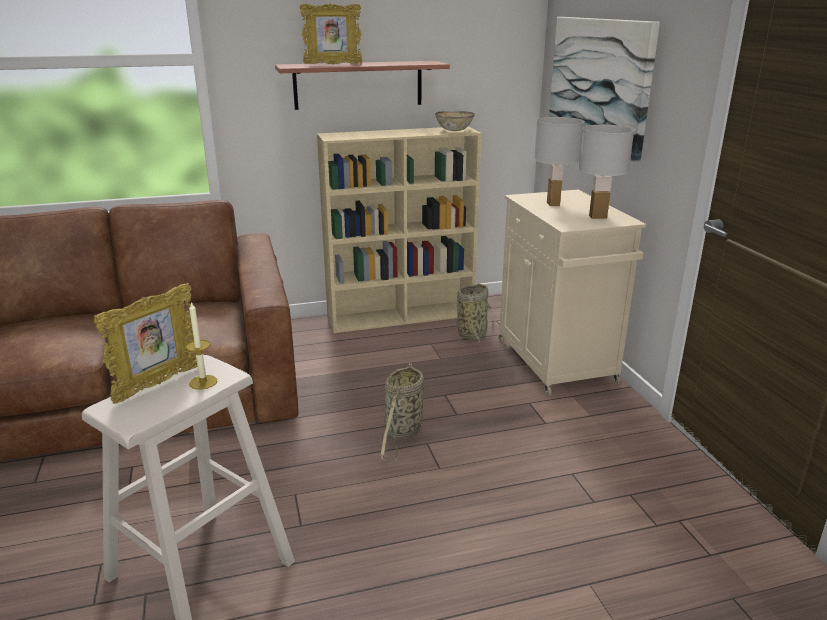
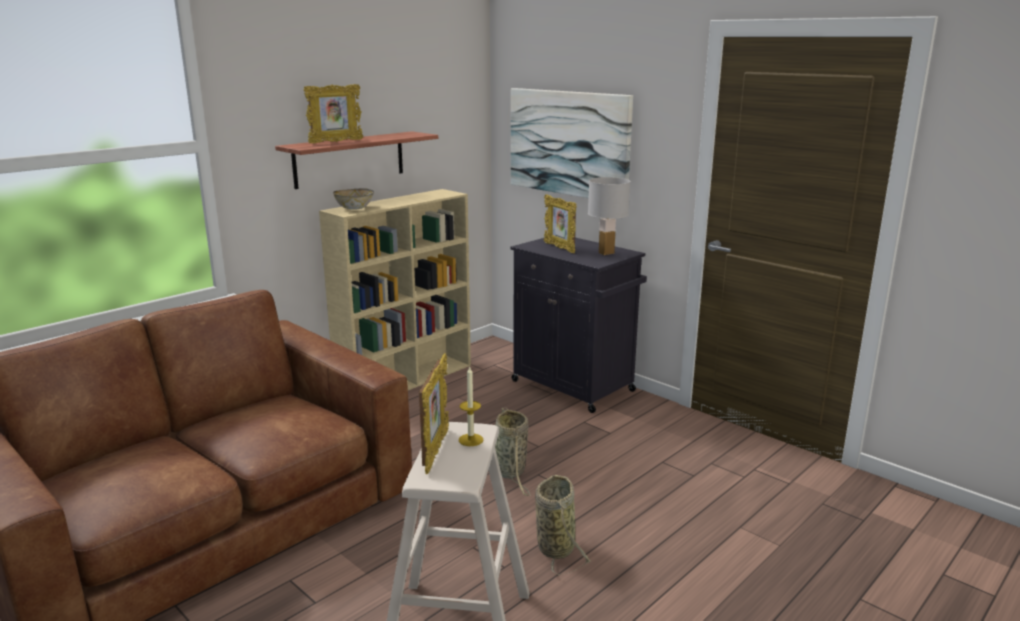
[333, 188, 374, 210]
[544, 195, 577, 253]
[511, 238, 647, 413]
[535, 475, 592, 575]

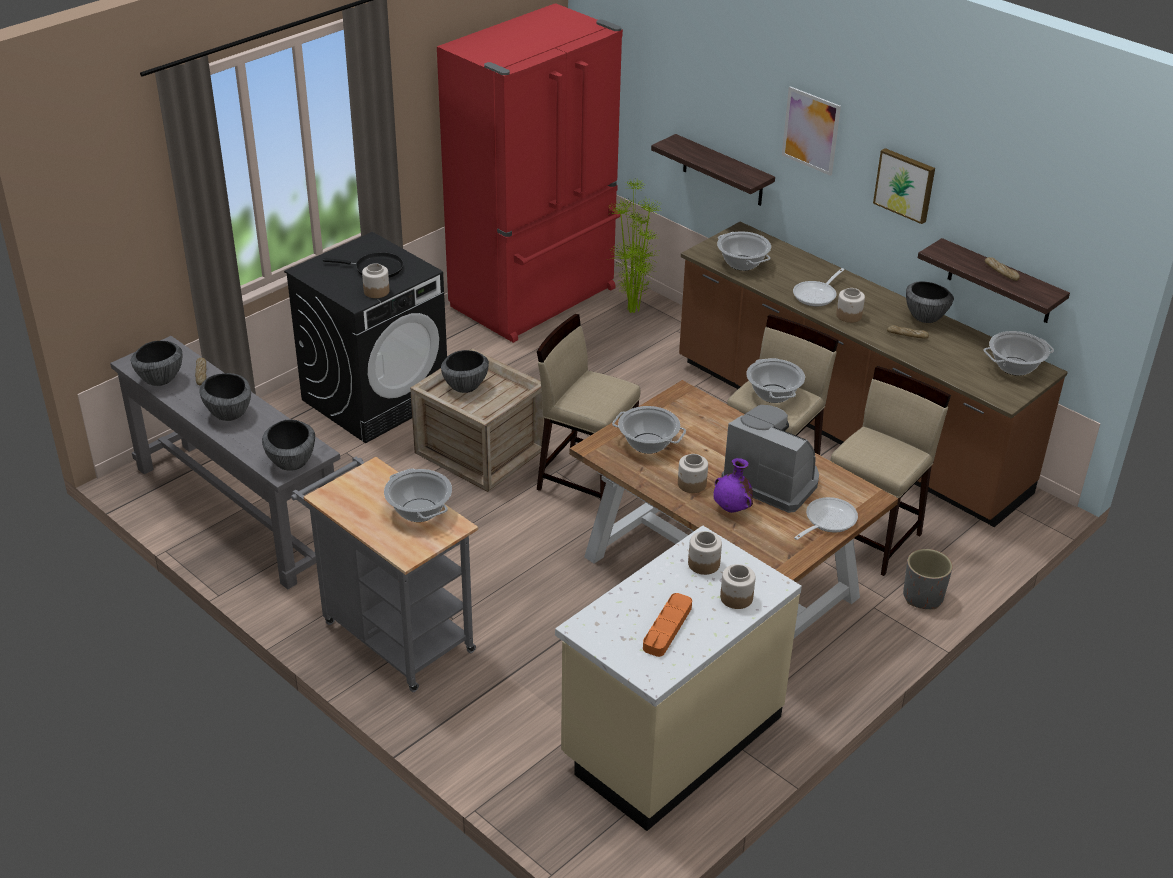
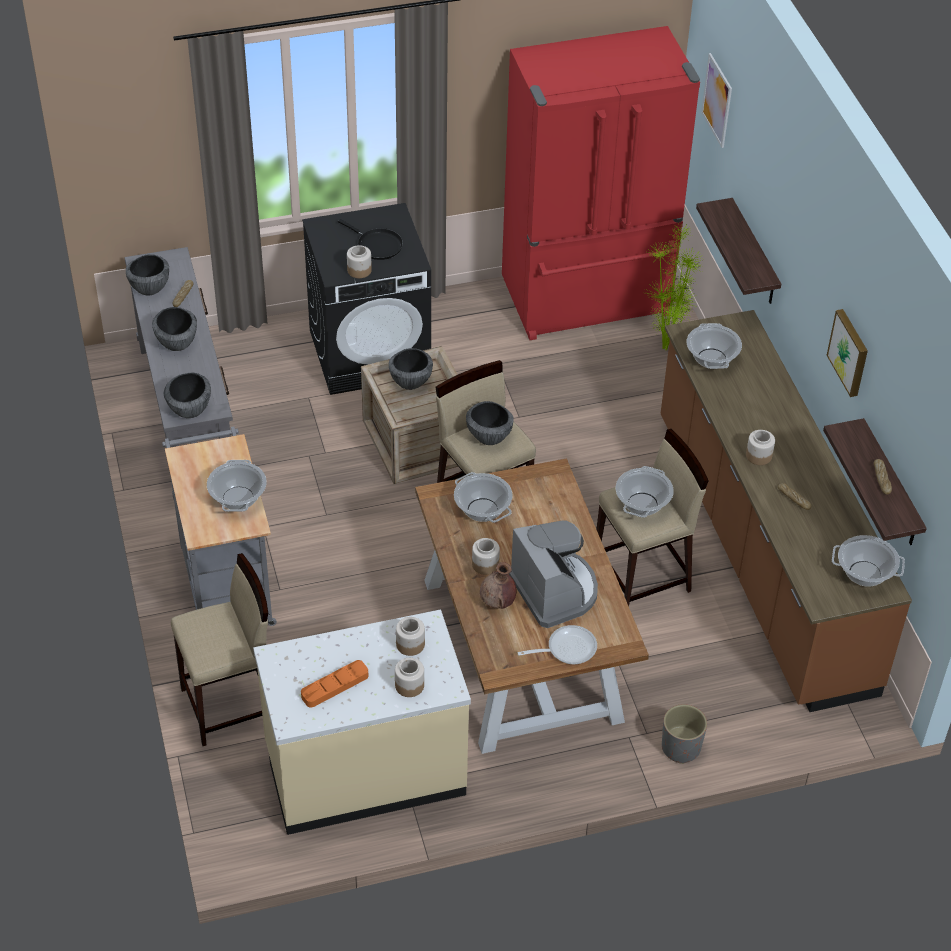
[701, 53, 732, 148]
[793, 268, 845, 306] (first image)
[466, 401, 514, 445]
[171, 553, 268, 746]
[480, 562, 516, 609]

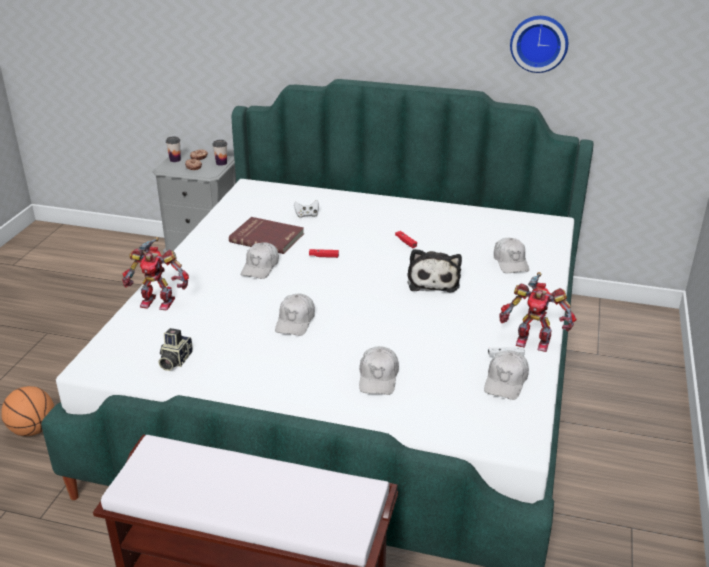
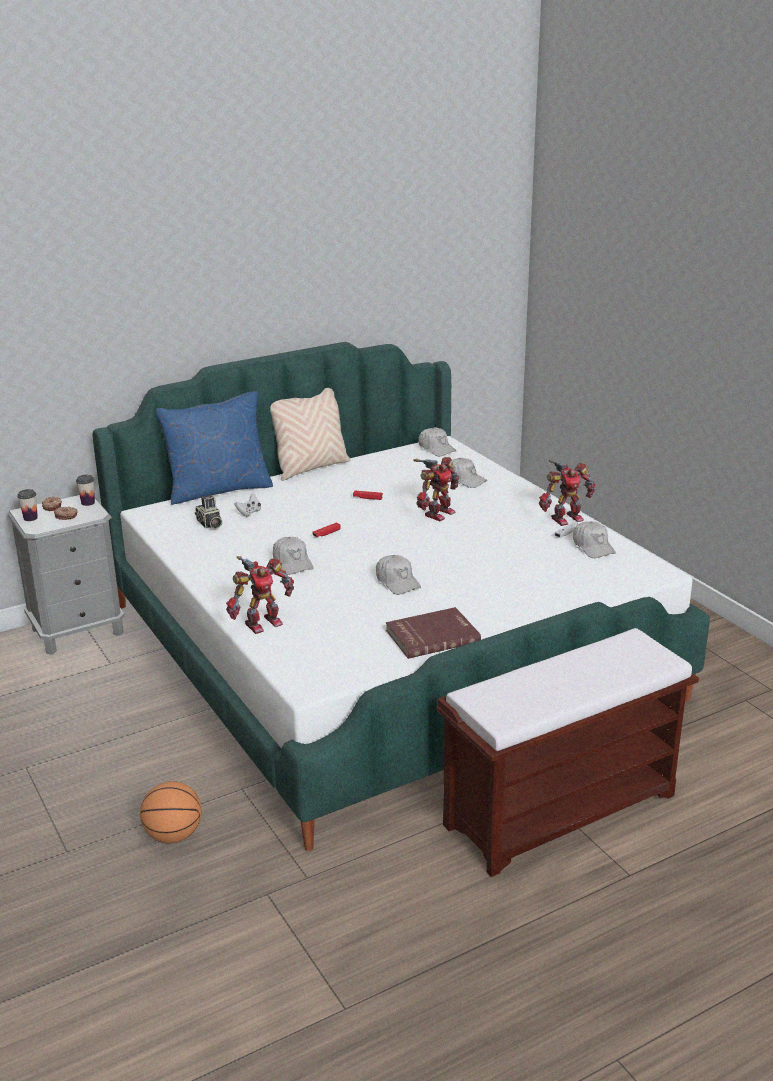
[510, 16, 568, 73] (first image)
[386, 607, 481, 659]
[414, 457, 460, 521]
[194, 495, 222, 529]
[418, 427, 456, 456]
[270, 388, 350, 481]
[156, 391, 273, 505]

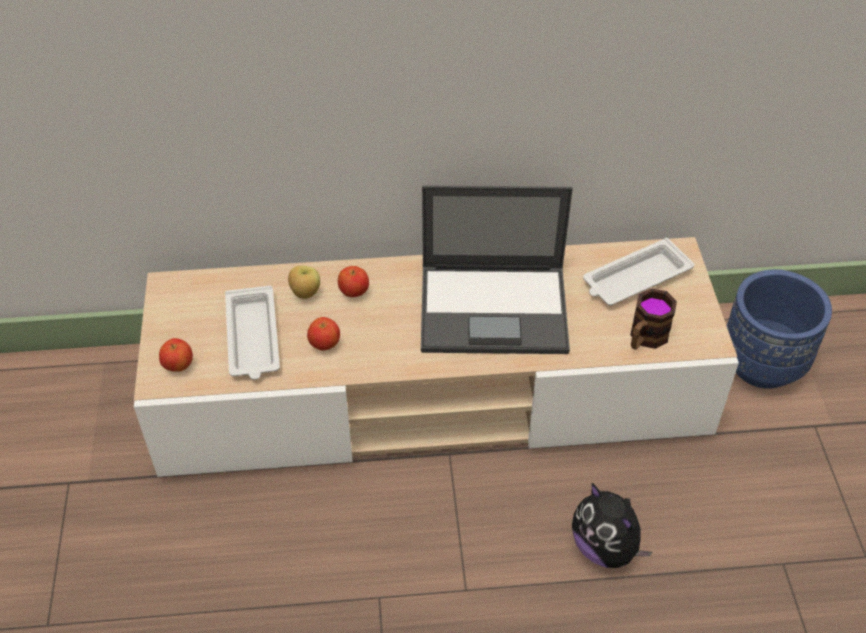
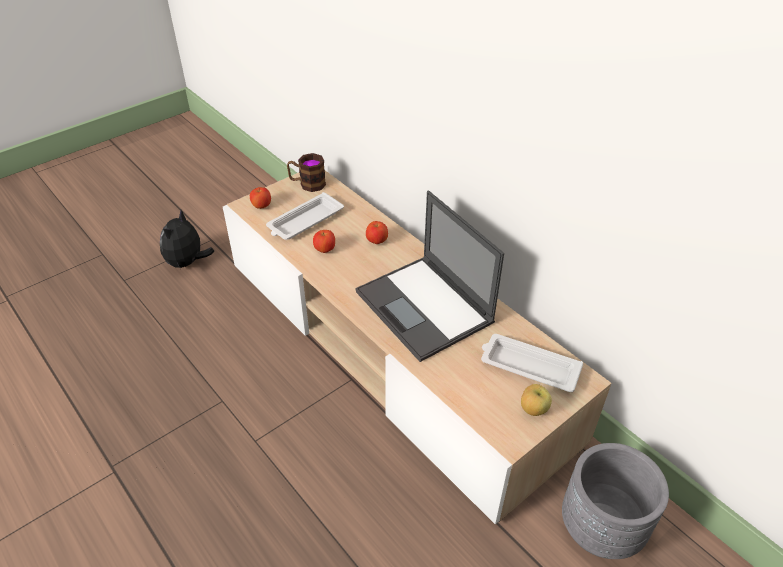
[521, 384, 552, 416]
[562, 443, 669, 559]
[287, 153, 326, 192]
[160, 210, 214, 268]

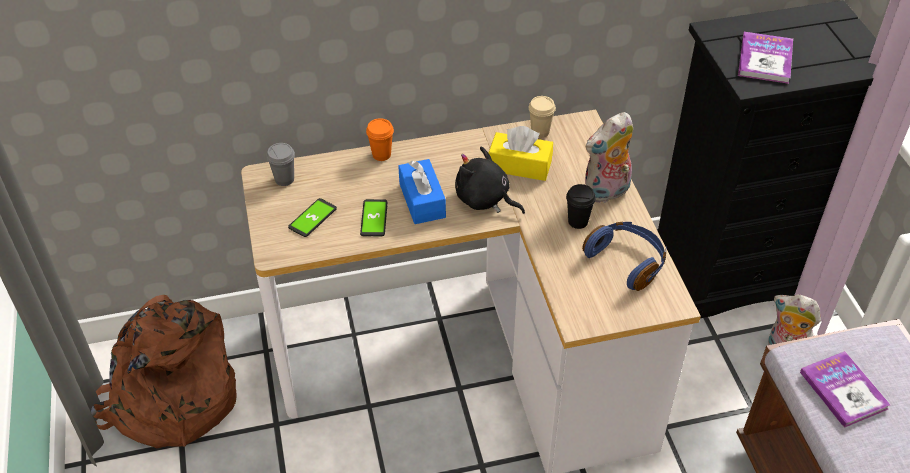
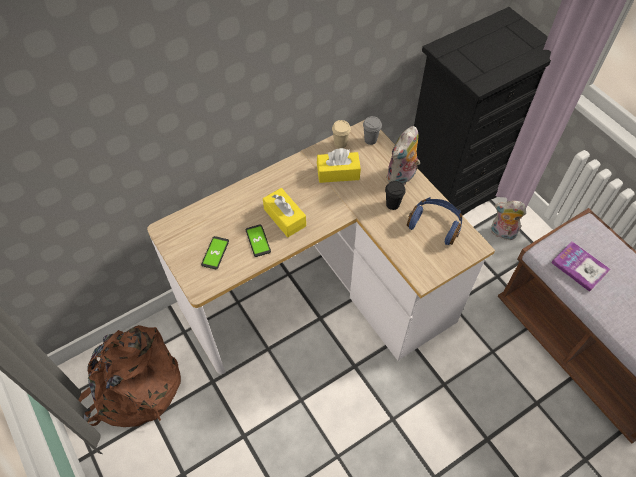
[738, 32, 793, 84] (first image)
[366, 118, 394, 161] (first image)
[363, 116, 382, 145]
[455, 147, 525, 214] (first image)
[263, 188, 306, 237]

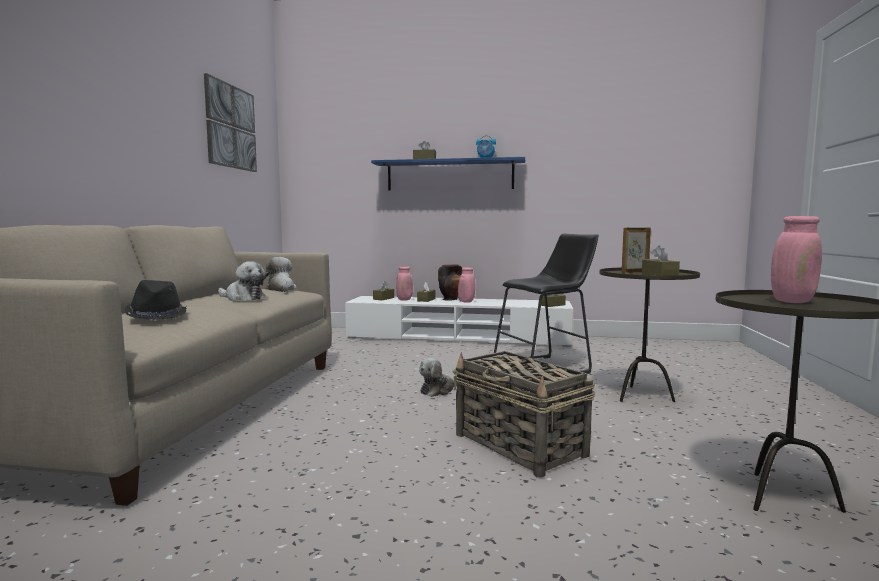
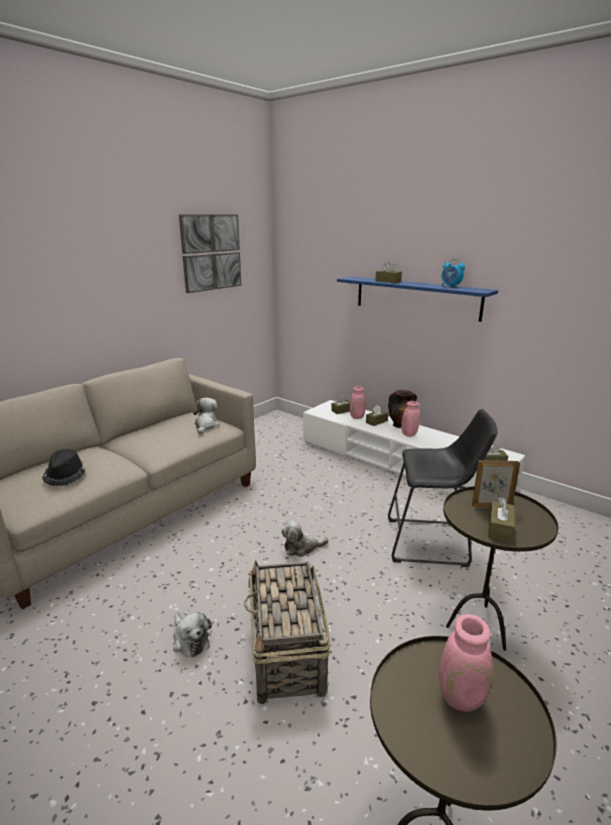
[173, 612, 212, 657]

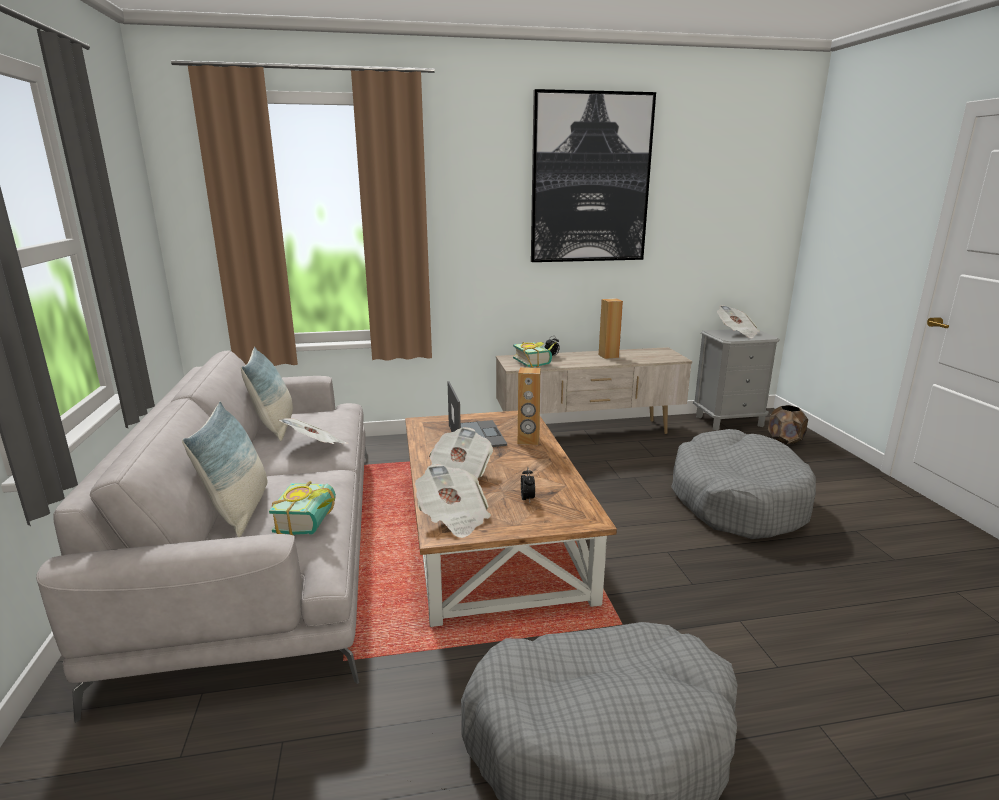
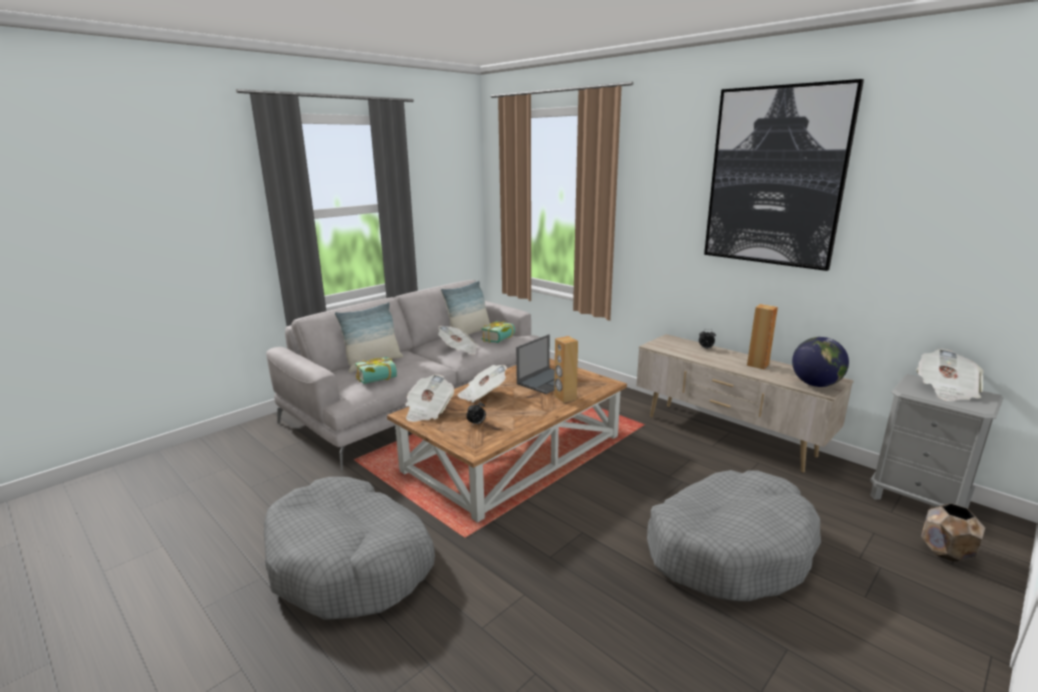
[481, 321, 515, 343]
[792, 337, 849, 387]

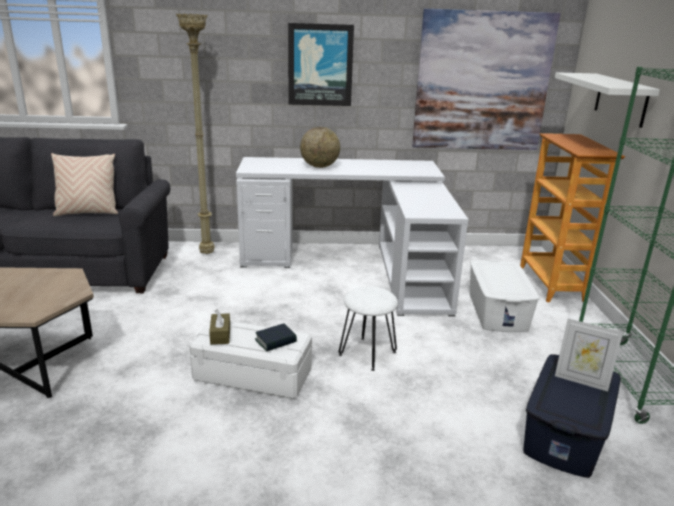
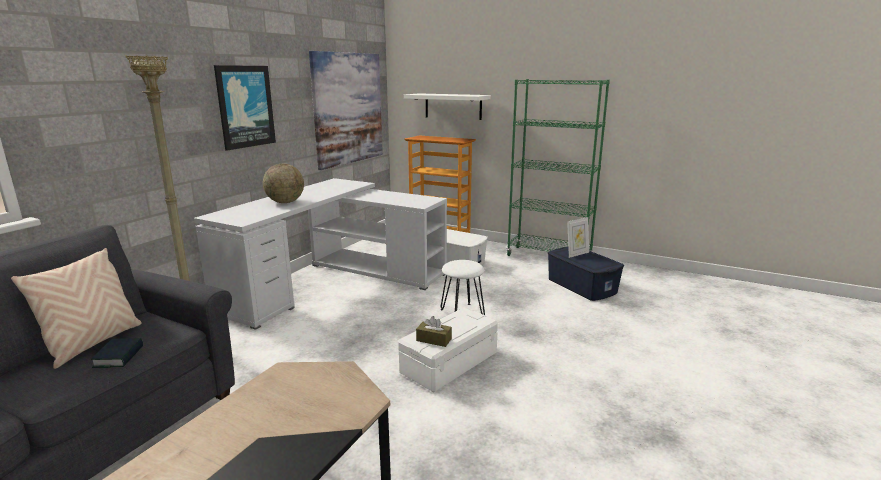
[91, 338, 143, 368]

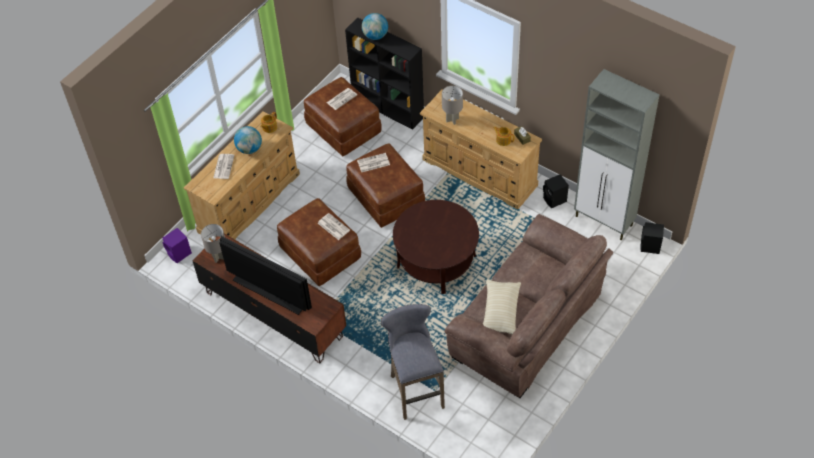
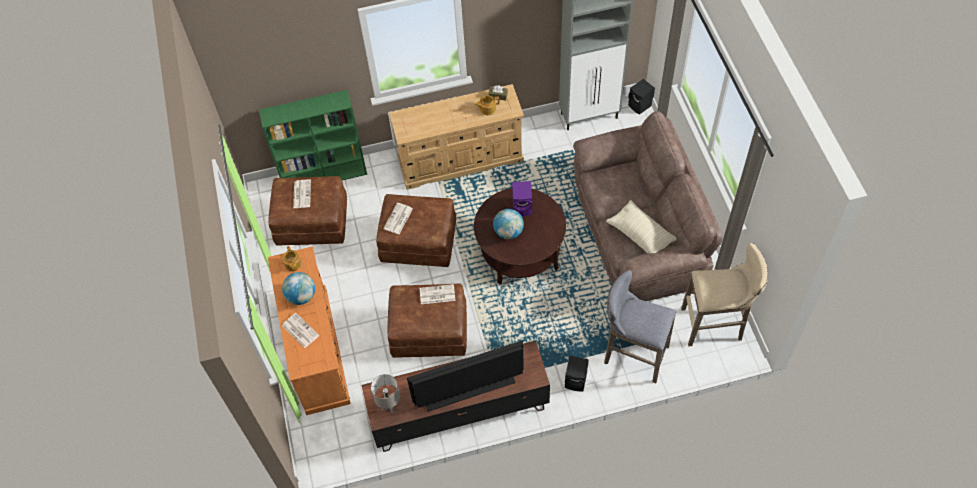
[493, 209, 524, 239]
[259, 90, 367, 180]
[442, 86, 463, 125] (first image)
[268, 246, 351, 415]
[565, 356, 589, 391]
[512, 181, 532, 216]
[681, 243, 768, 346]

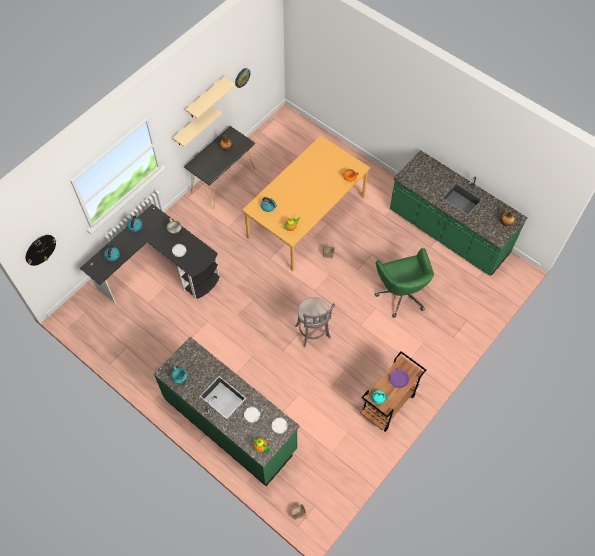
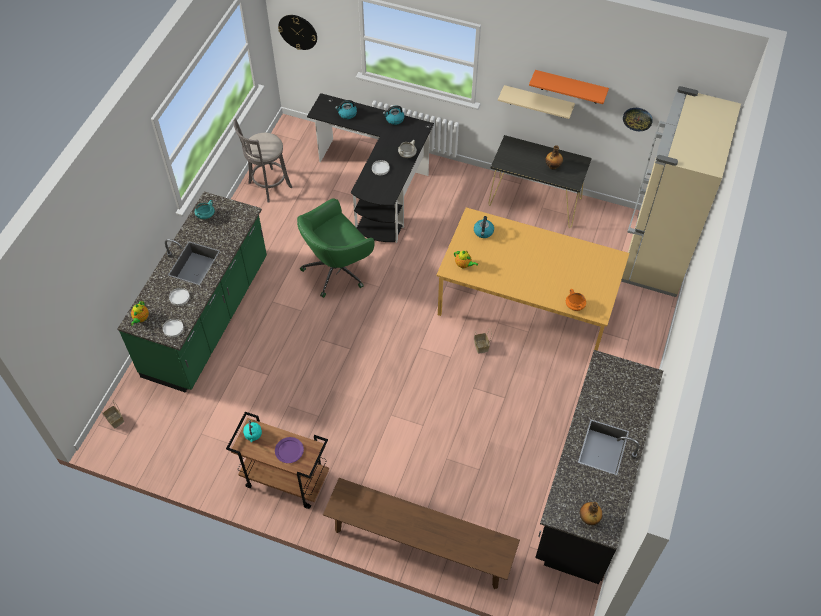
[529, 70, 609, 104]
[535, 350, 663, 584]
[297, 198, 375, 298]
[234, 119, 292, 203]
[621, 86, 741, 297]
[323, 478, 520, 589]

